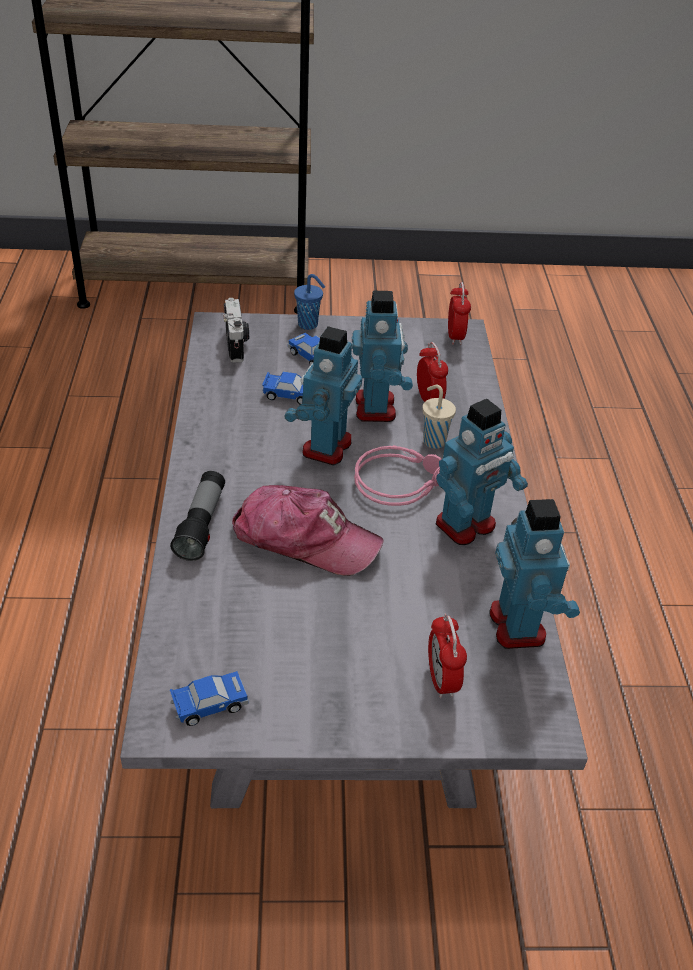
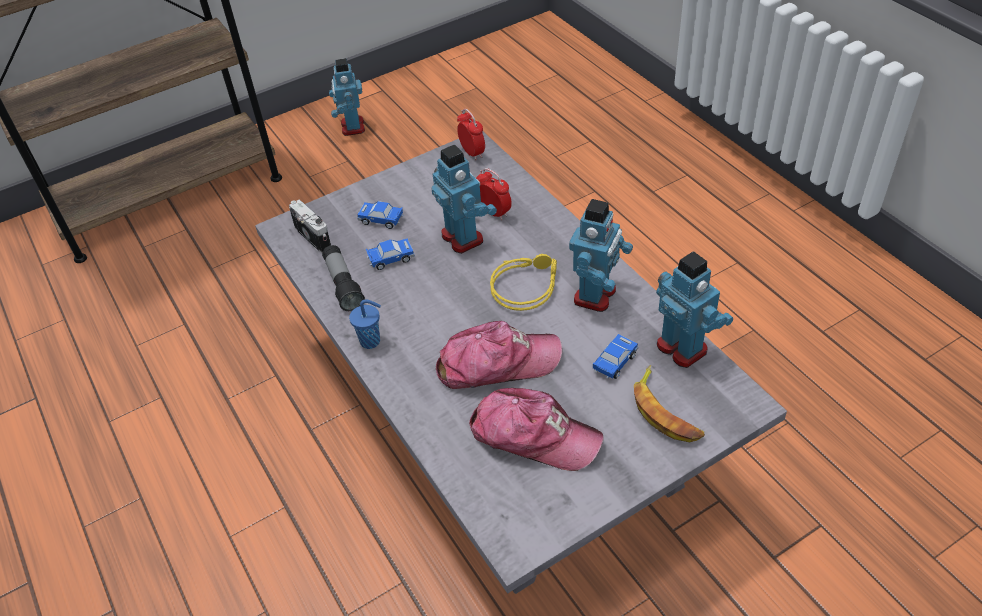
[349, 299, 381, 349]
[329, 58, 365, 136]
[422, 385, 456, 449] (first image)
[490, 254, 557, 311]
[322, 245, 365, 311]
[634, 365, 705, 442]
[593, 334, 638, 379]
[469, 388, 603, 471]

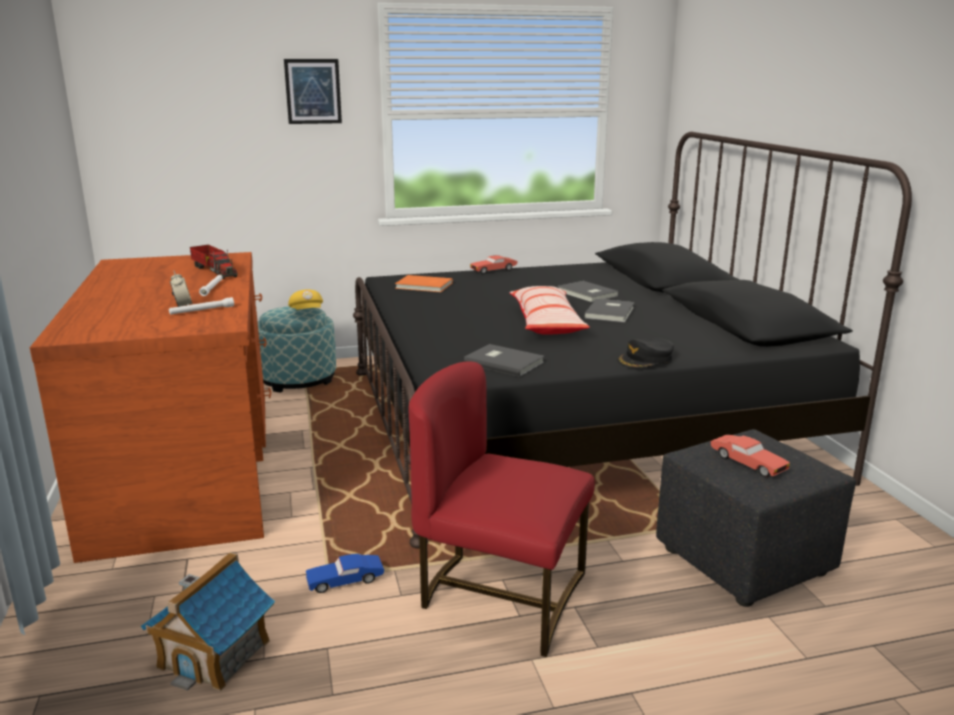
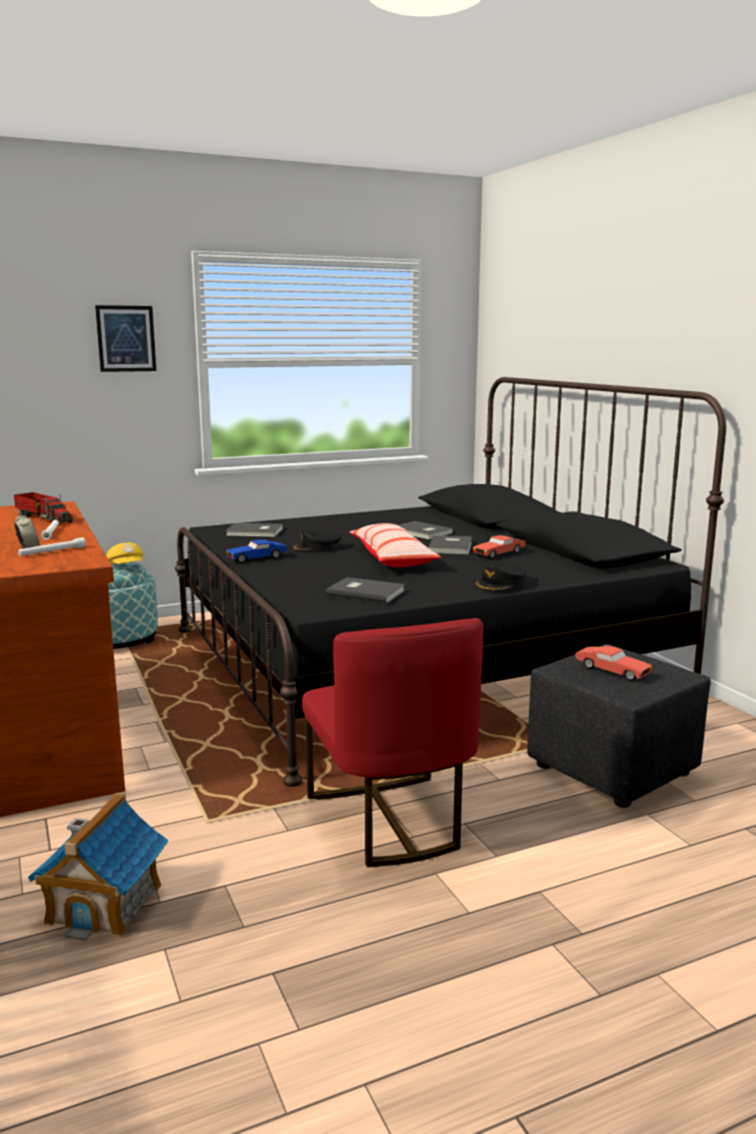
[473, 535, 526, 559]
[226, 523, 283, 537]
[302, 618, 483, 867]
[226, 539, 288, 563]
[291, 529, 342, 551]

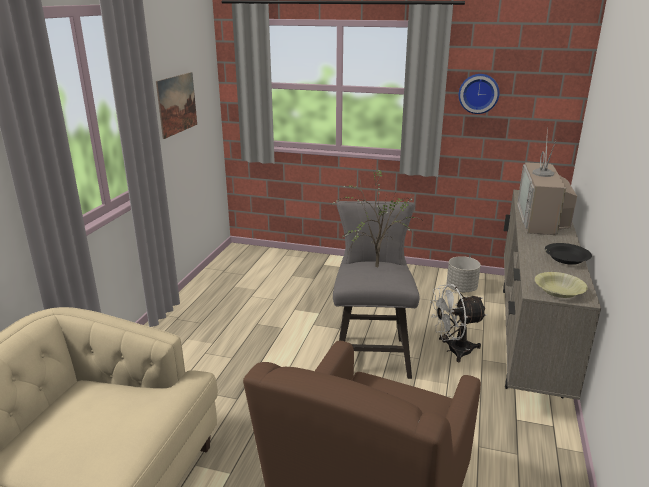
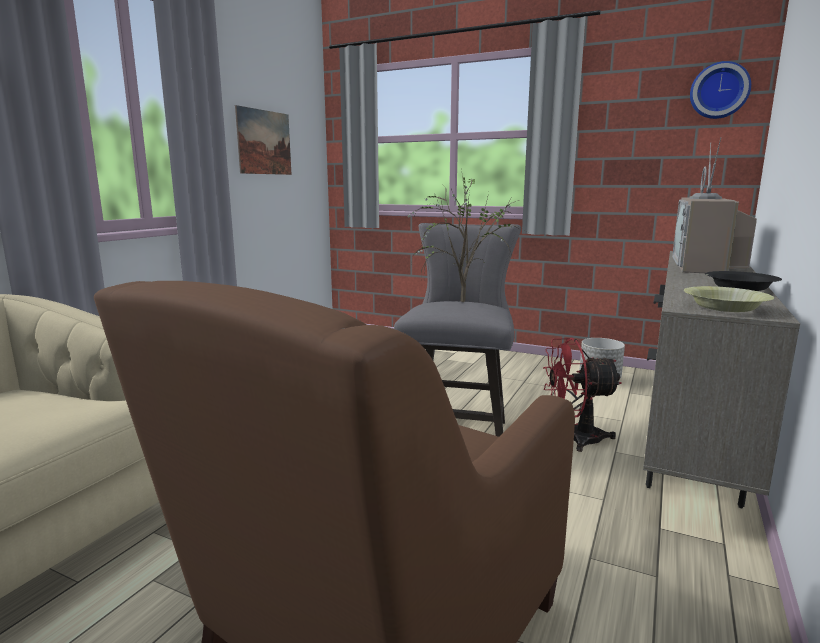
[690, 61, 751, 119]
[543, 338, 622, 452]

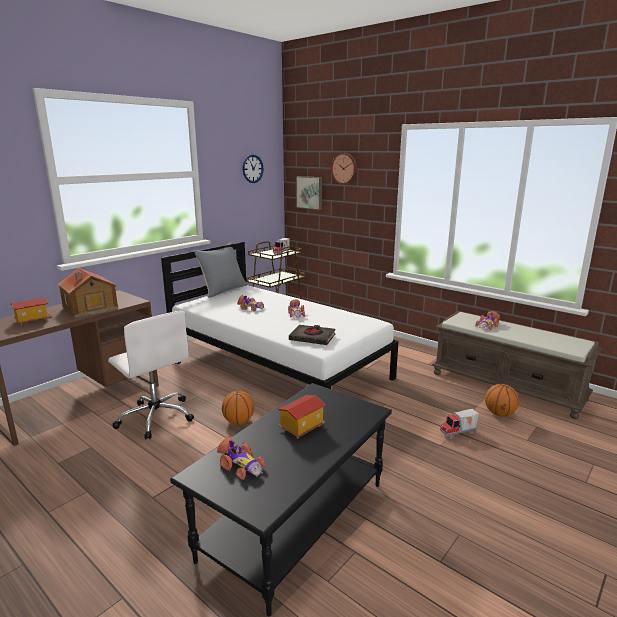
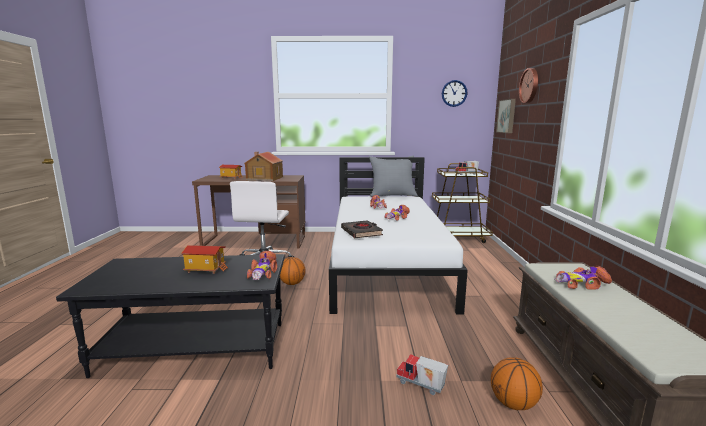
[247, 251, 277, 280]

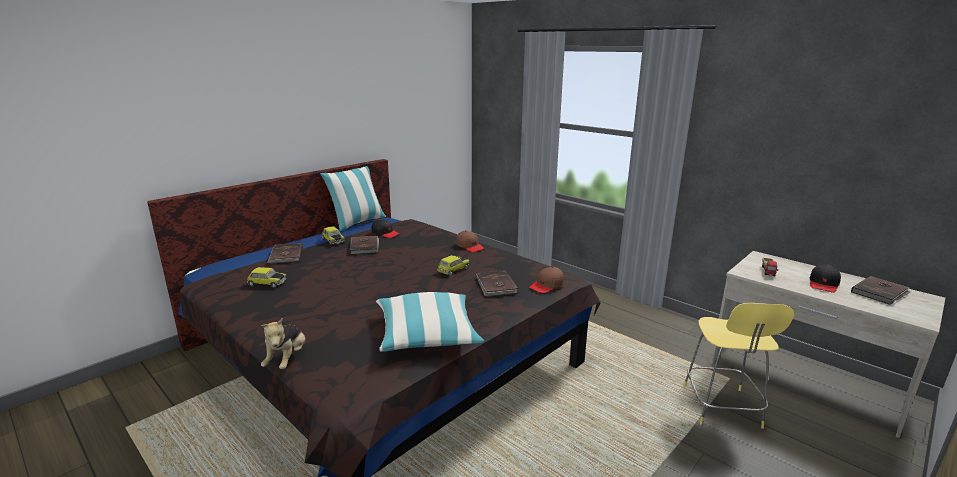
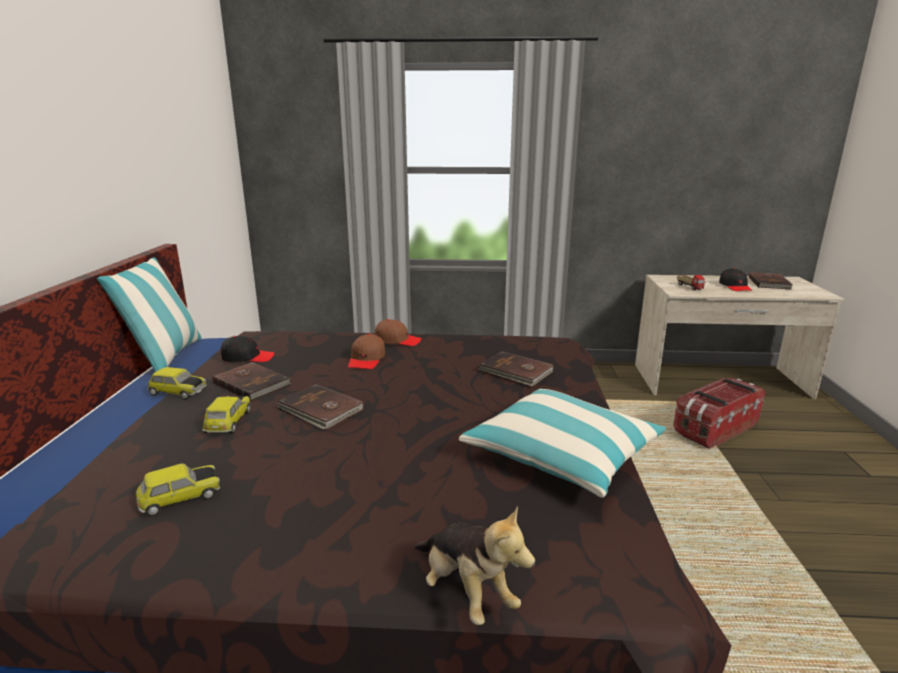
[277, 384, 364, 430]
[202, 396, 250, 433]
[348, 334, 385, 369]
[673, 378, 765, 449]

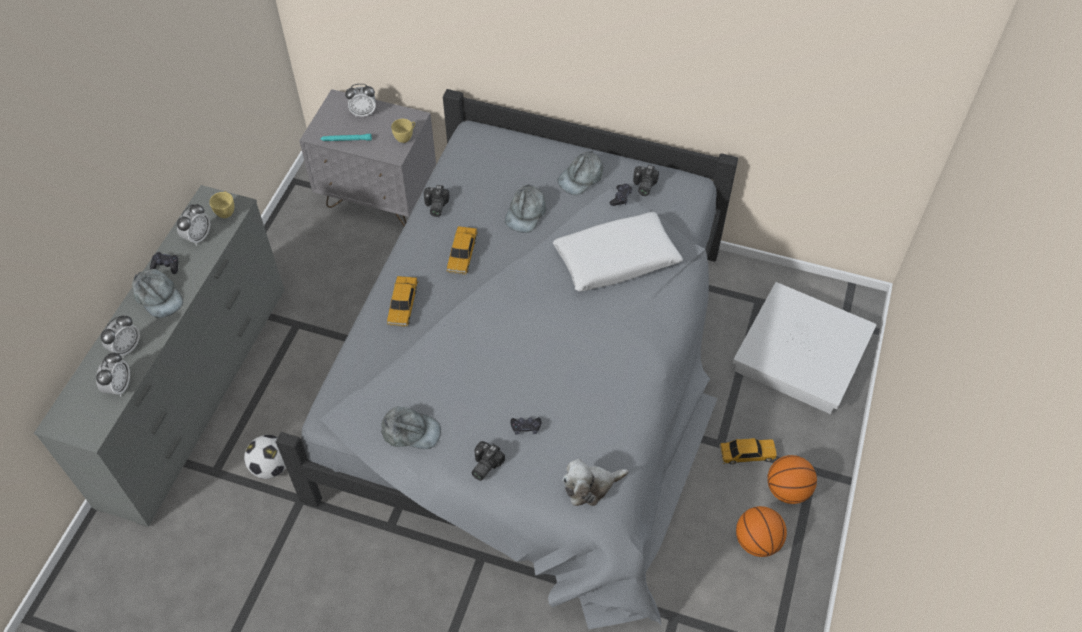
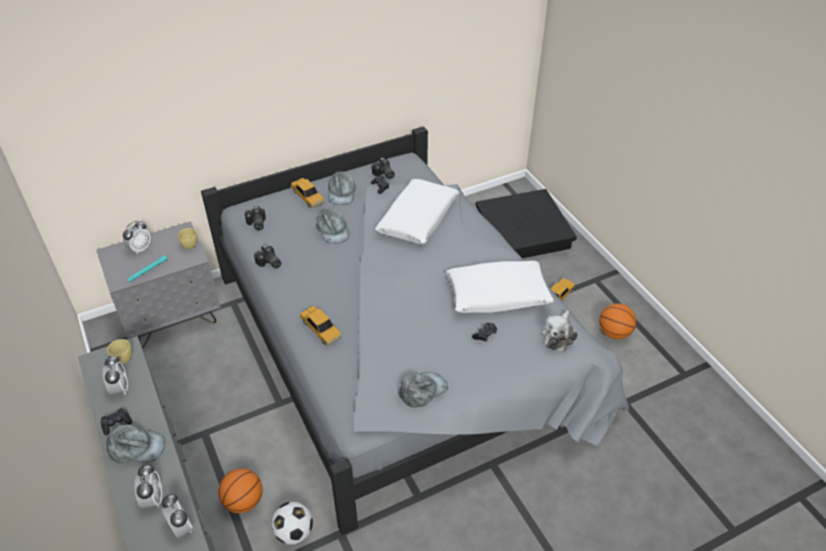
[290, 178, 325, 208]
[476, 189, 577, 258]
[245, 206, 266, 231]
[218, 468, 263, 513]
[446, 260, 554, 313]

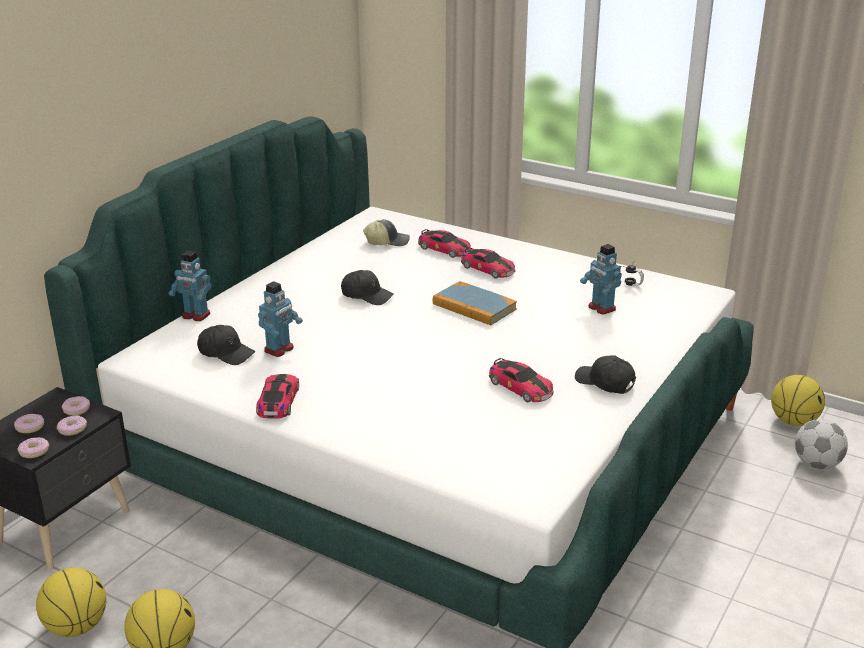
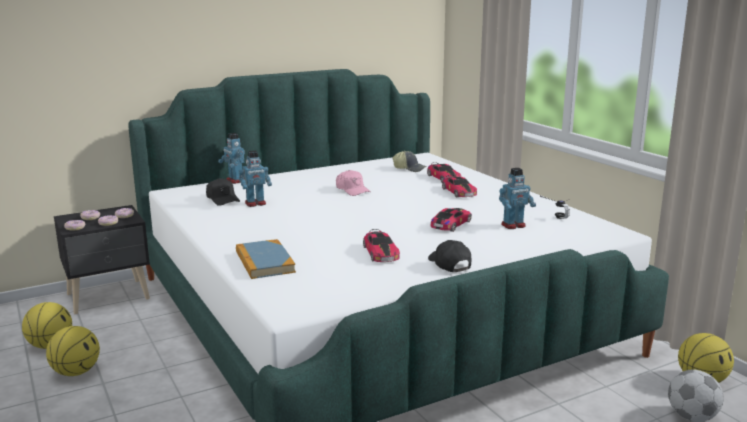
[499, 168, 536, 229]
[336, 170, 371, 196]
[236, 239, 296, 279]
[431, 208, 472, 232]

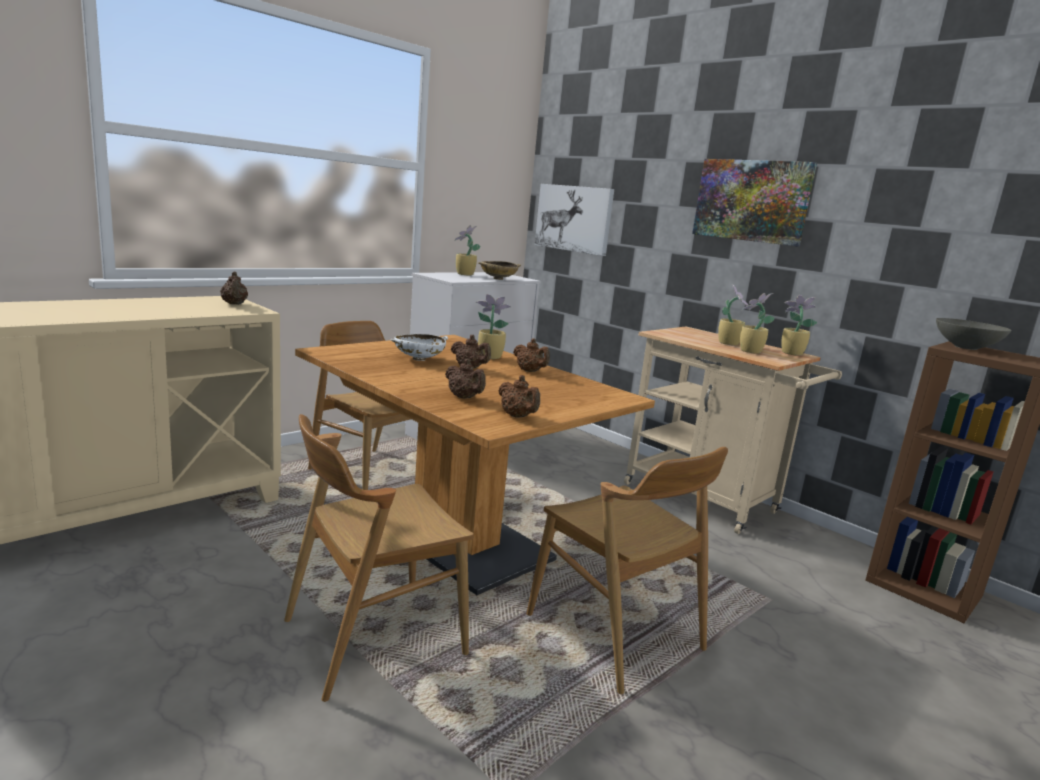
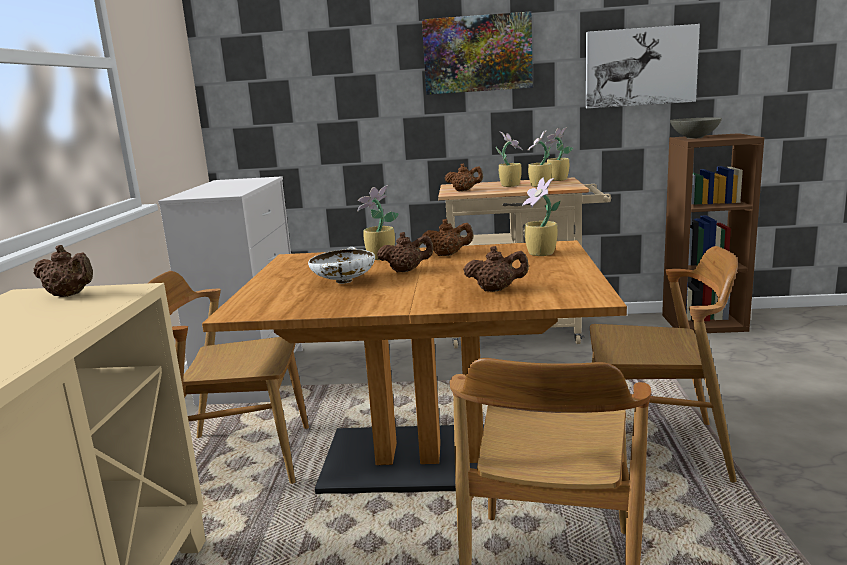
[586, 24, 700, 108]
[522, 177, 561, 256]
[478, 261, 521, 280] (first image)
[445, 163, 483, 191]

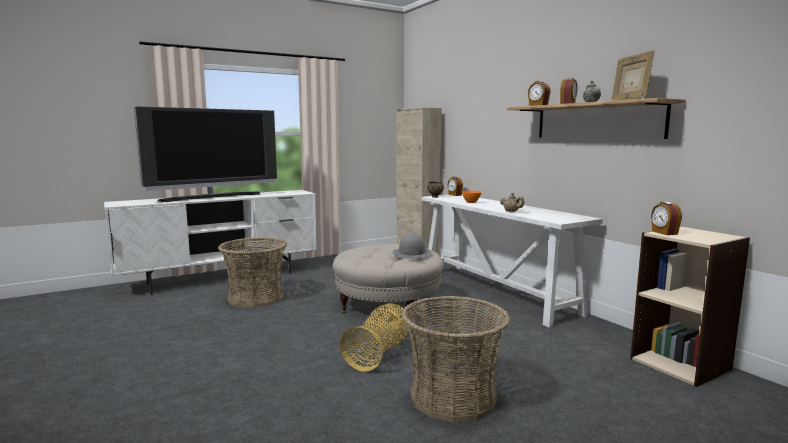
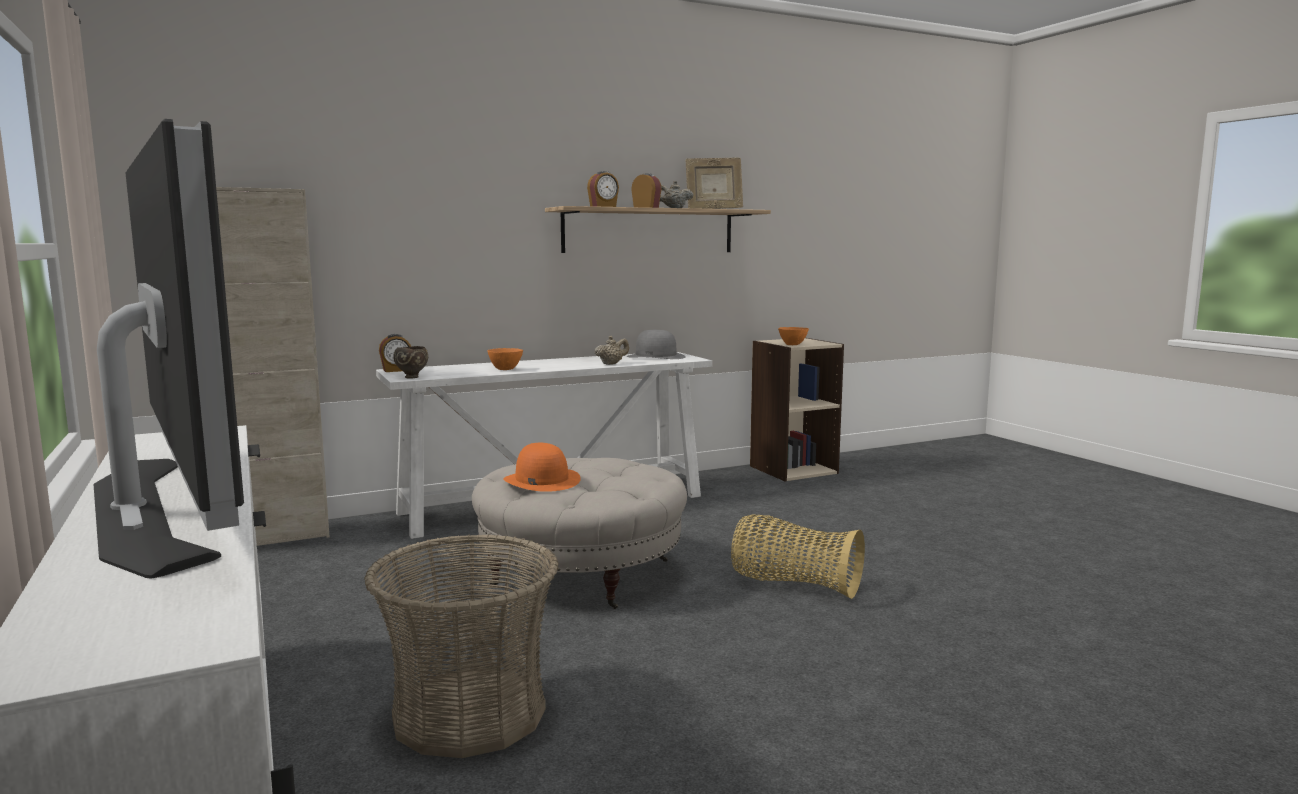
[778, 327, 809, 345]
[627, 330, 685, 359]
[402, 296, 510, 423] (first image)
[503, 443, 581, 492]

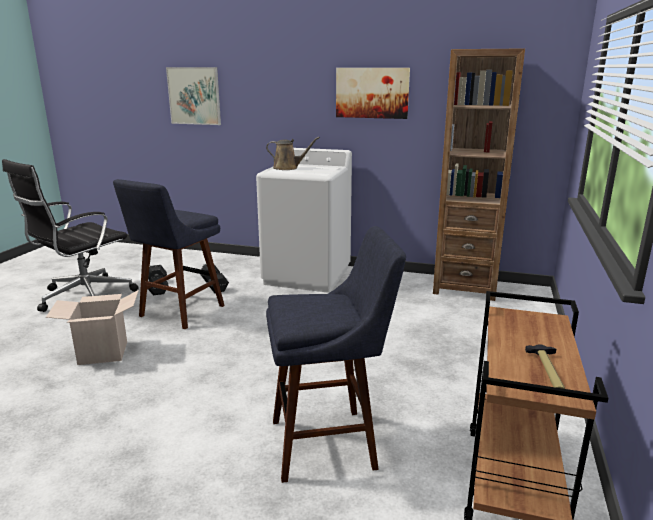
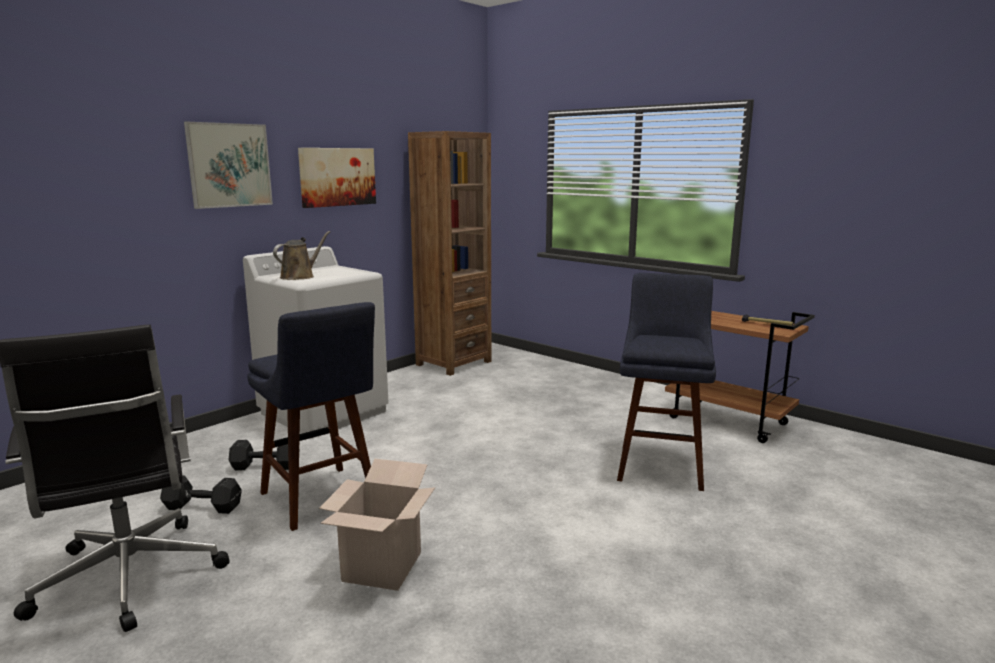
[184, 122, 273, 209]

